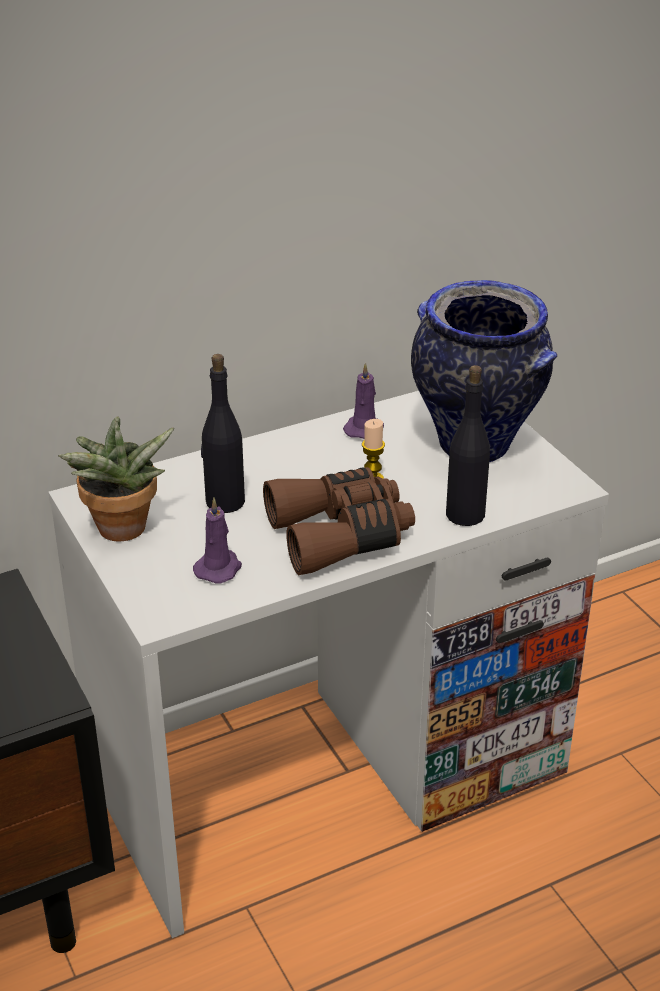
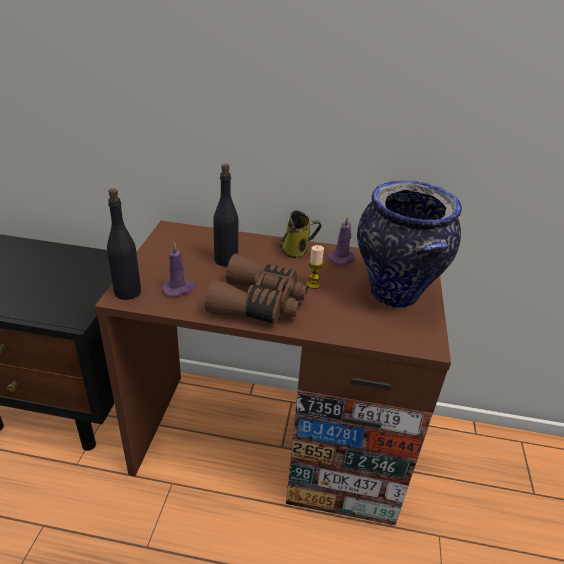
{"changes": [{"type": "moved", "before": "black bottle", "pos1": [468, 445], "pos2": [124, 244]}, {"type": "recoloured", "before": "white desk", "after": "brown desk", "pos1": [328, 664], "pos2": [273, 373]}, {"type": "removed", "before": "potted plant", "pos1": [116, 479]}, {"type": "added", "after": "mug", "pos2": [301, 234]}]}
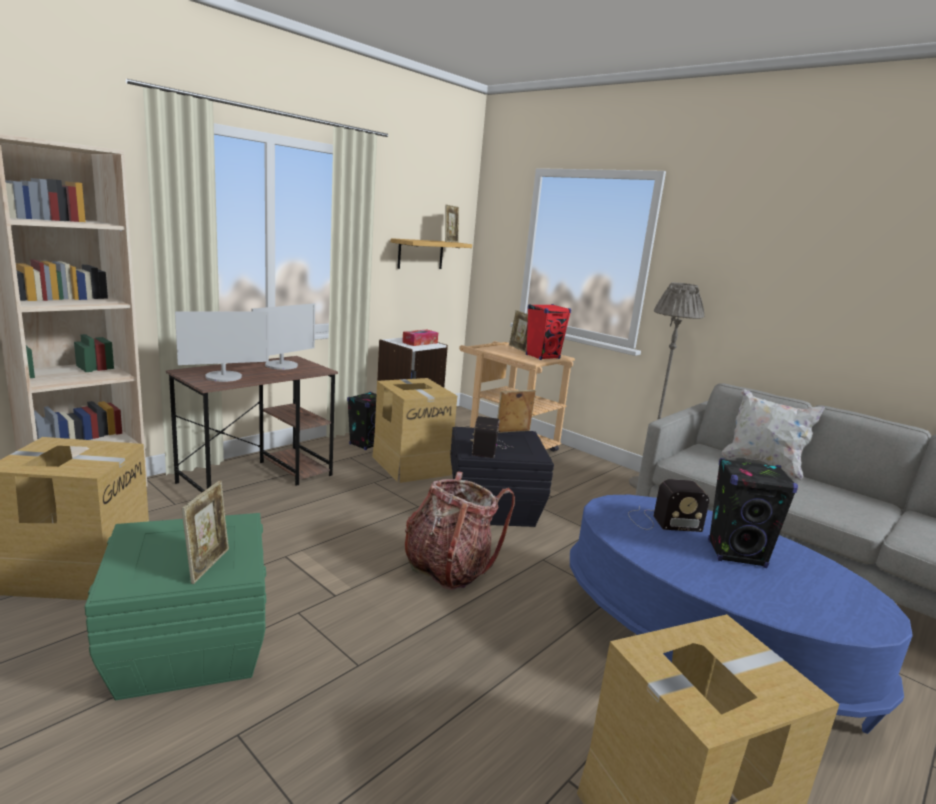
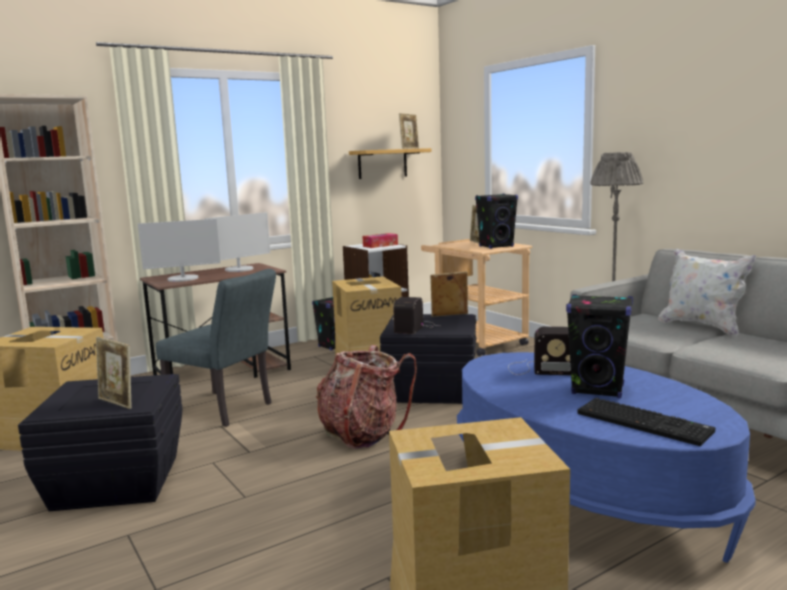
{"changes": [{"type": "recoloured", "before": "red speaker", "after": "black speaker", "pos1": [548, 332], "pos2": [496, 221]}, {"type": "turned", "before": "picture frame", "pos1": [205, 532], "pos2": [114, 373], "turn": 105}, {"type": "recoloured", "before": "green storage box", "after": "black storage box", "pos1": [175, 606], "pos2": [100, 442]}, {"type": "added", "after": "grey chair", "pos2": [216, 348]}, {"type": "added", "after": "keyboard", "pos2": [646, 422]}]}
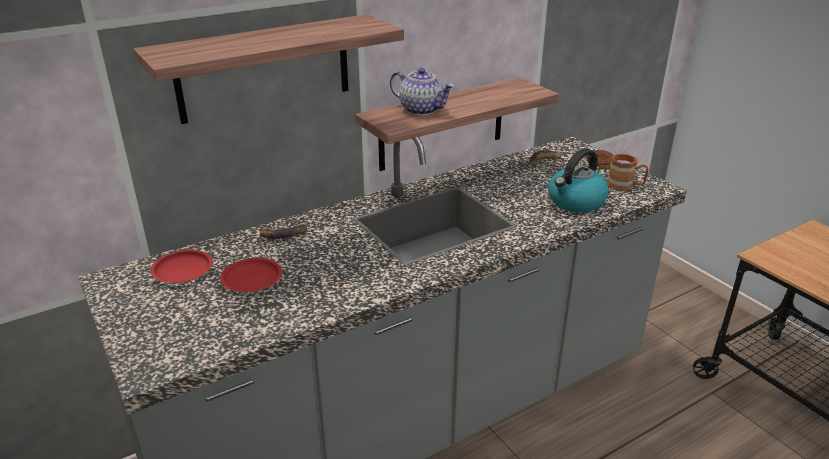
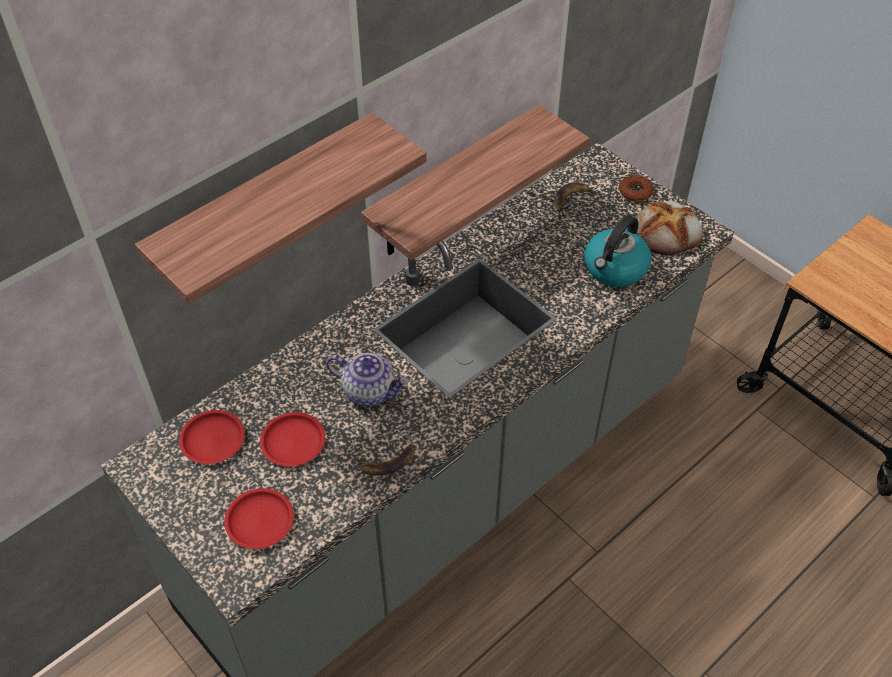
{"changes": [{"type": "moved", "before": "teapot", "pos1": [422, 91], "pos2": [368, 380]}, {"type": "replaced", "before": "brown mug", "after": "bread", "pos1": [628, 172], "pos2": [669, 228]}, {"type": "moved", "before": "banana", "pos1": [283, 231], "pos2": [384, 460]}, {"type": "added", "after": "red plate", "pos2": [259, 518]}]}
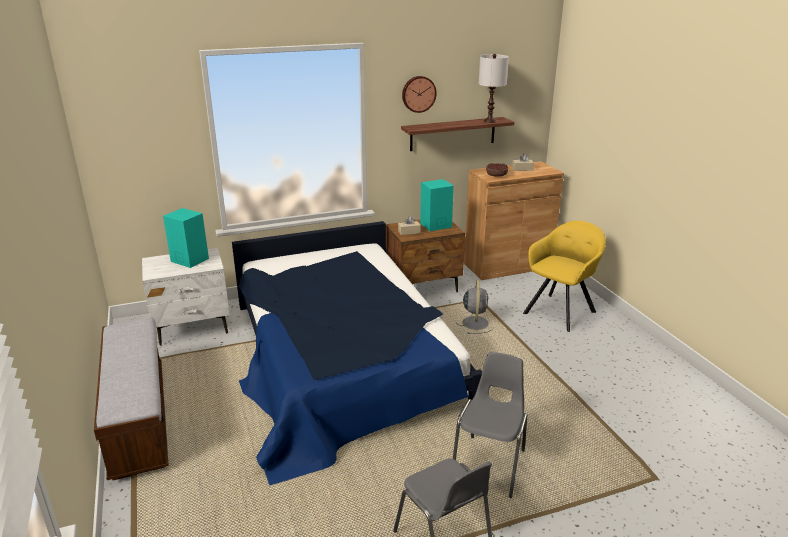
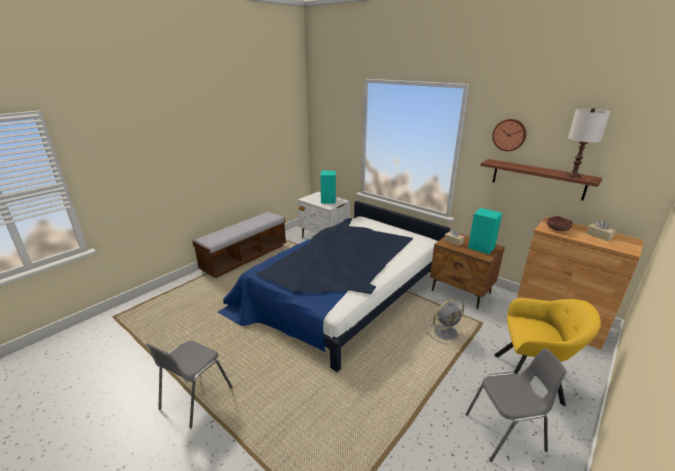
{"changes": [{"type": "moved", "before": "grey chair", "pos1": [490, 425], "pos2": [516, 405]}]}
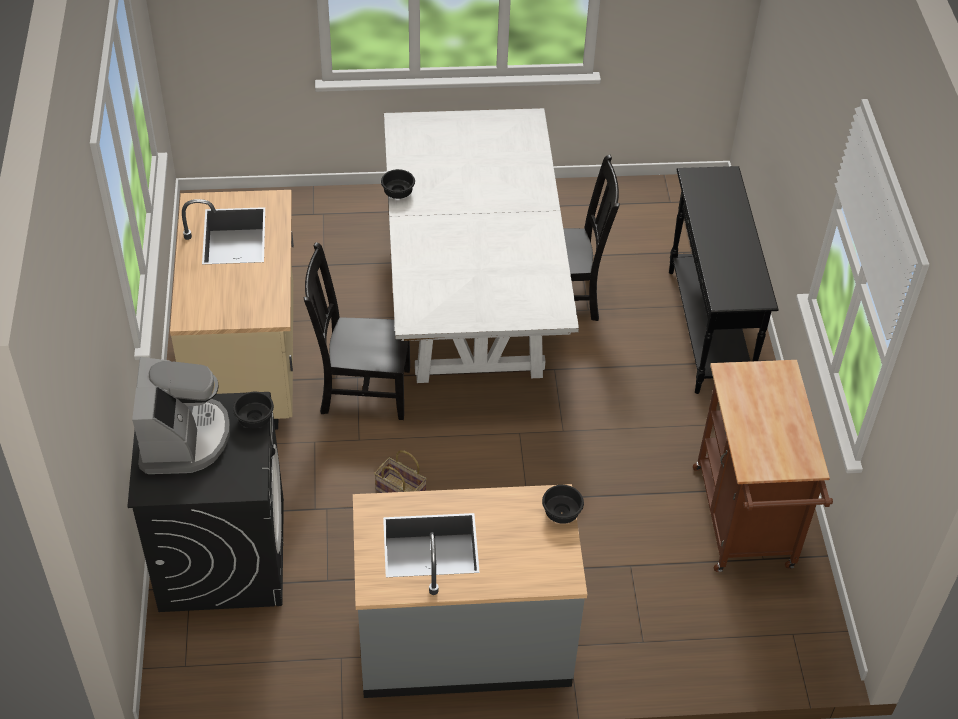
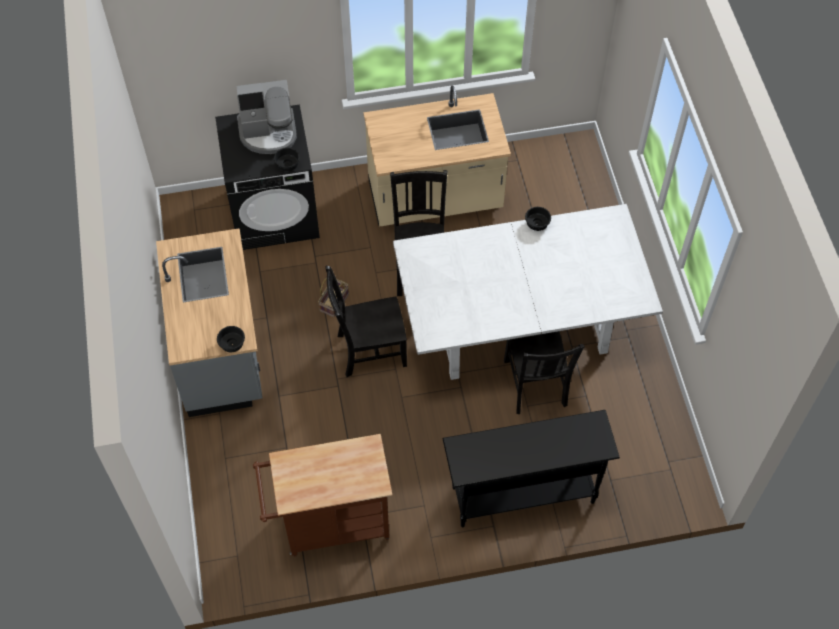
{"changes": [{"type": "added", "after": "black chair", "pos2": [366, 321]}]}
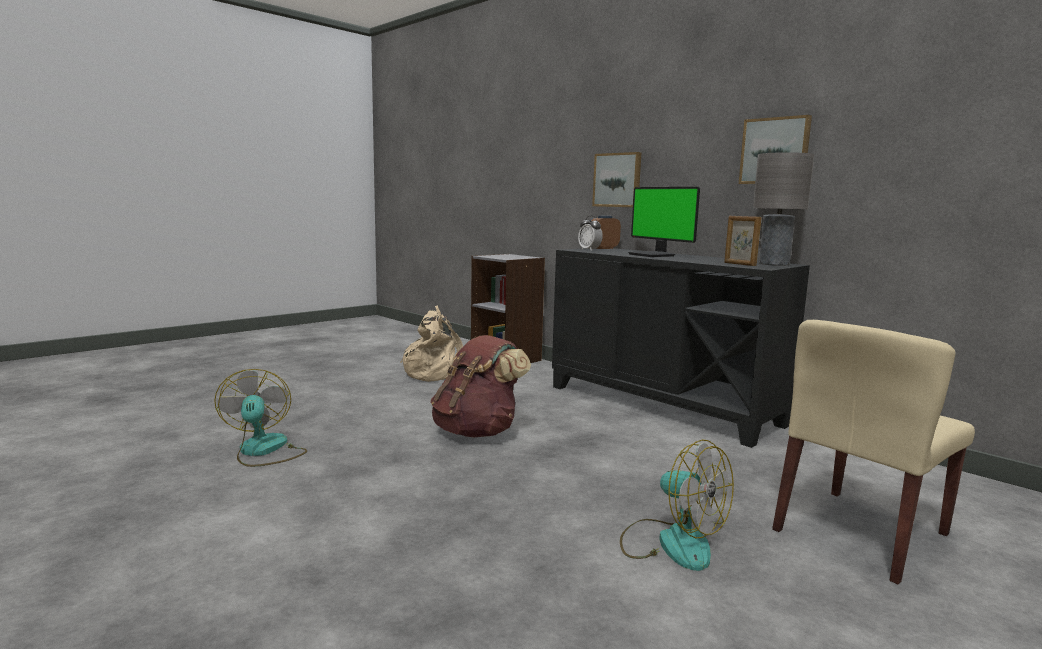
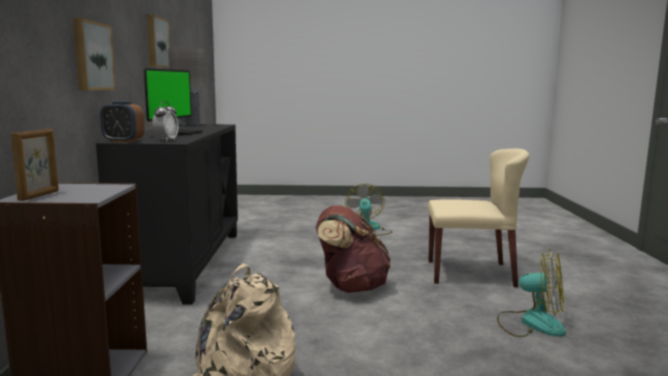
{"changes": [{"type": "moved", "before": "picture frame", "pos1": [743, 241], "pos2": [35, 165]}, {"type": "moved", "before": "beige chair", "pos1": [873, 452], "pos2": [478, 218]}, {"type": "turned", "before": "fan", "pos1": [260, 418], "pos2": [531, 293], "turn": -90}]}
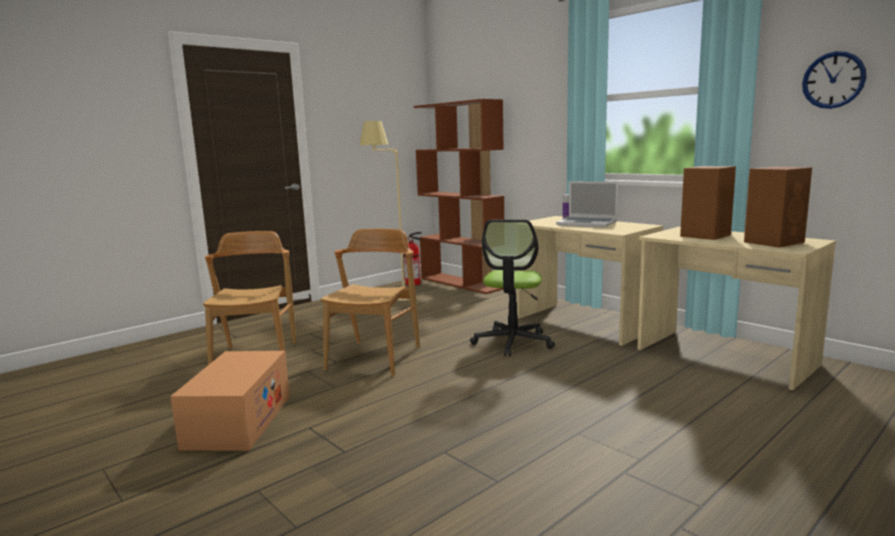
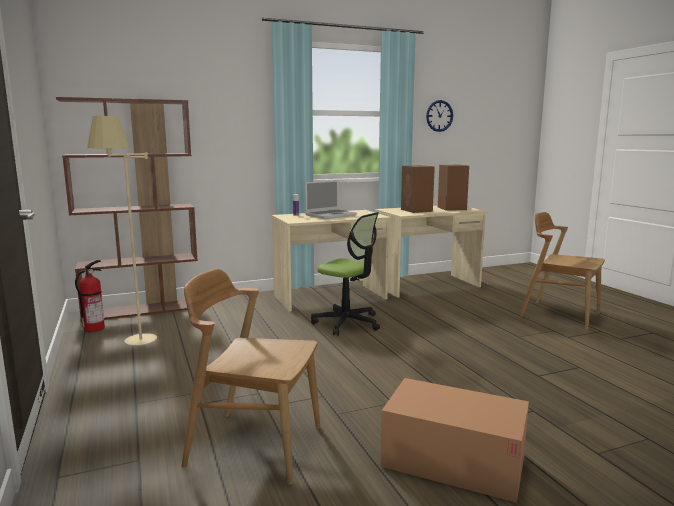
{"changes": [{"type": "moved", "before": "brown chair", "pos1": [370, 302], "pos2": [562, 270]}]}
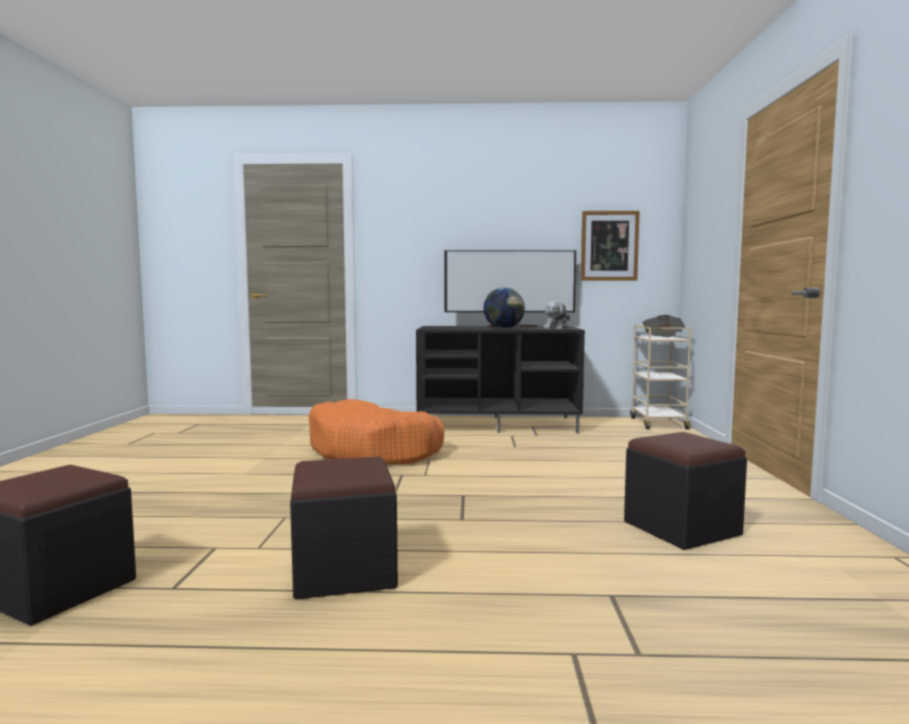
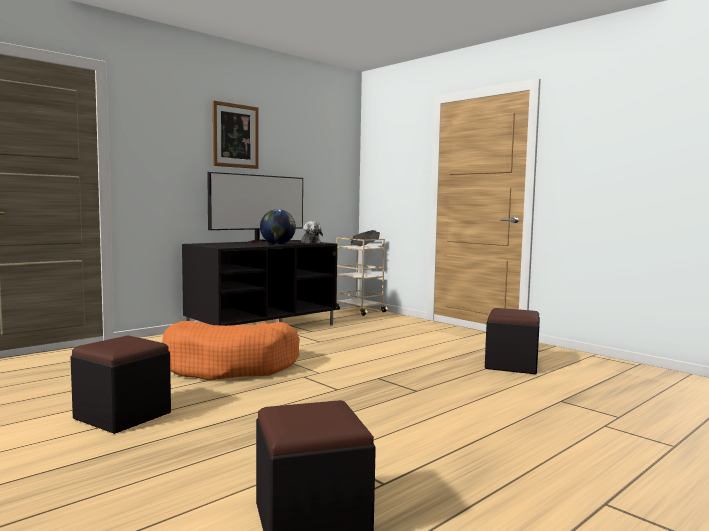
{"changes": [{"type": "moved", "before": "picture", "pos1": [610, 246], "pos2": [235, 135]}, {"type": "moved", "before": "black ottoman", "pos1": [344, 527], "pos2": [121, 385]}]}
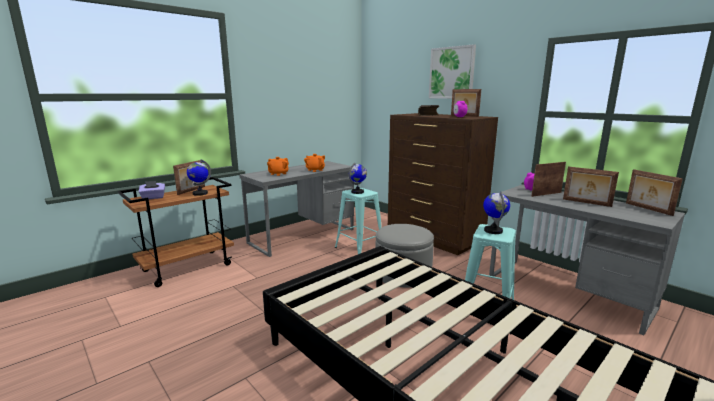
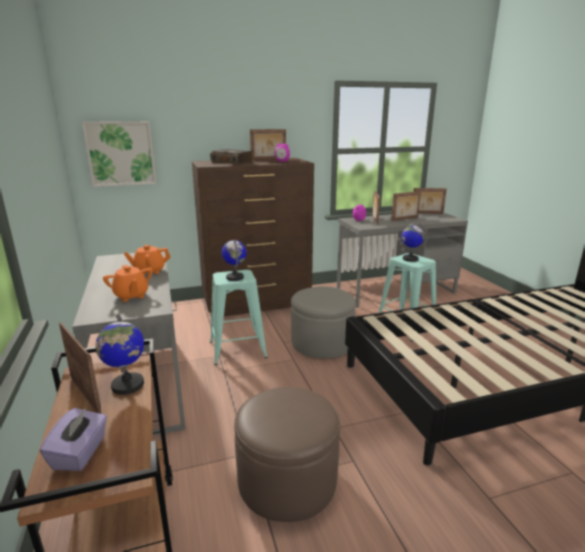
{"changes": [{"type": "moved", "before": "picture", "pos1": [452, 71], "pos2": [119, 154]}, {"type": "added", "after": "brown ottoman", "pos2": [287, 454]}]}
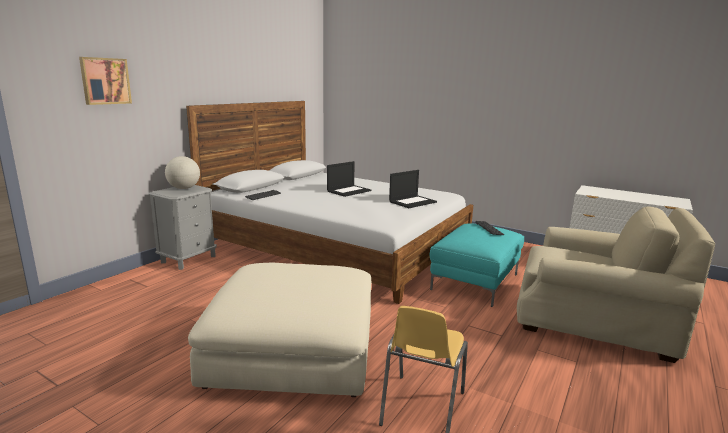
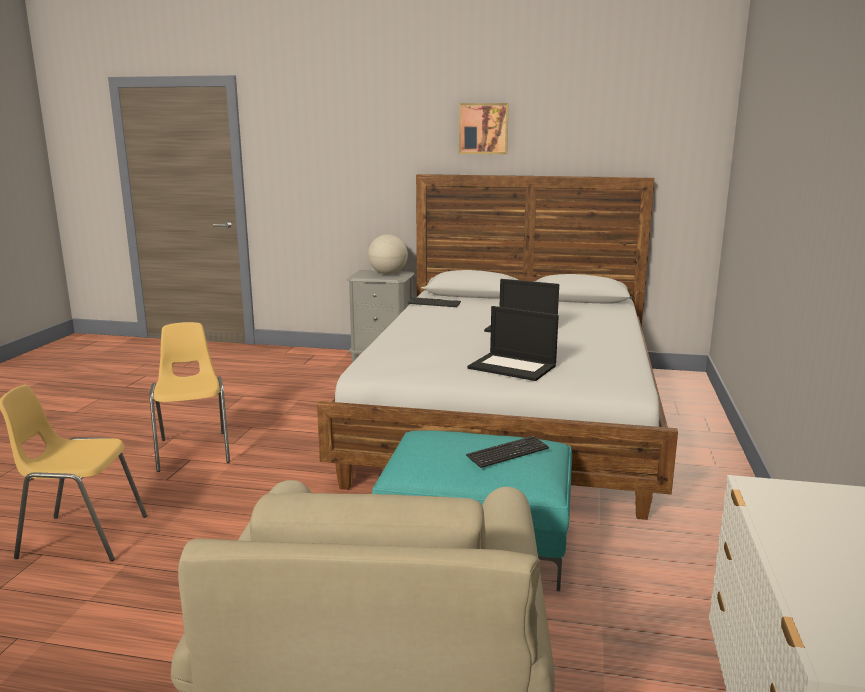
{"changes": [{"type": "moved", "before": "picture", "pos1": [105, 81], "pos2": [484, 128]}, {"type": "replaced", "before": "beige ottoman", "after": "yellow chair", "pos1": [279, 330], "pos2": [189, 397]}]}
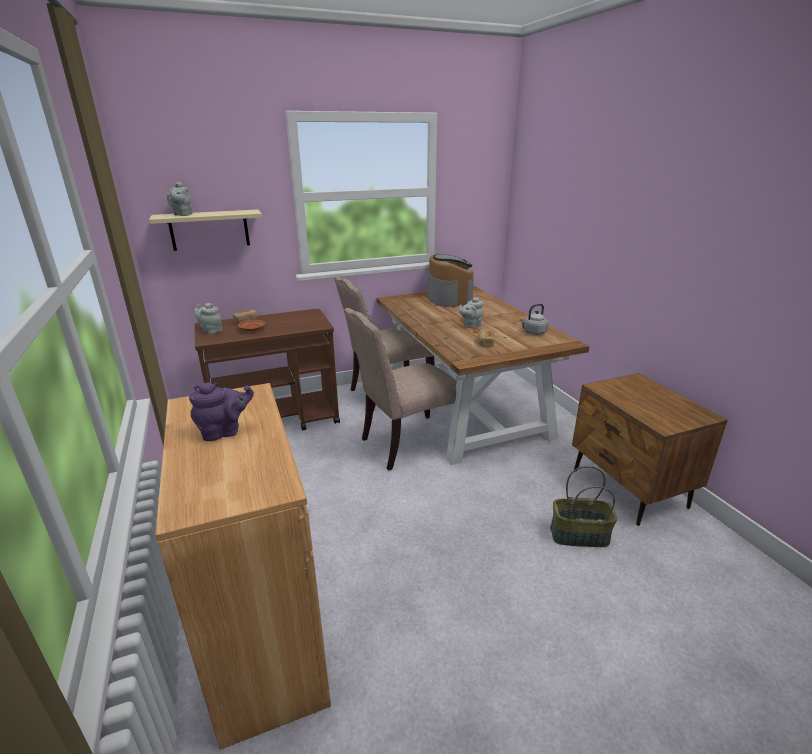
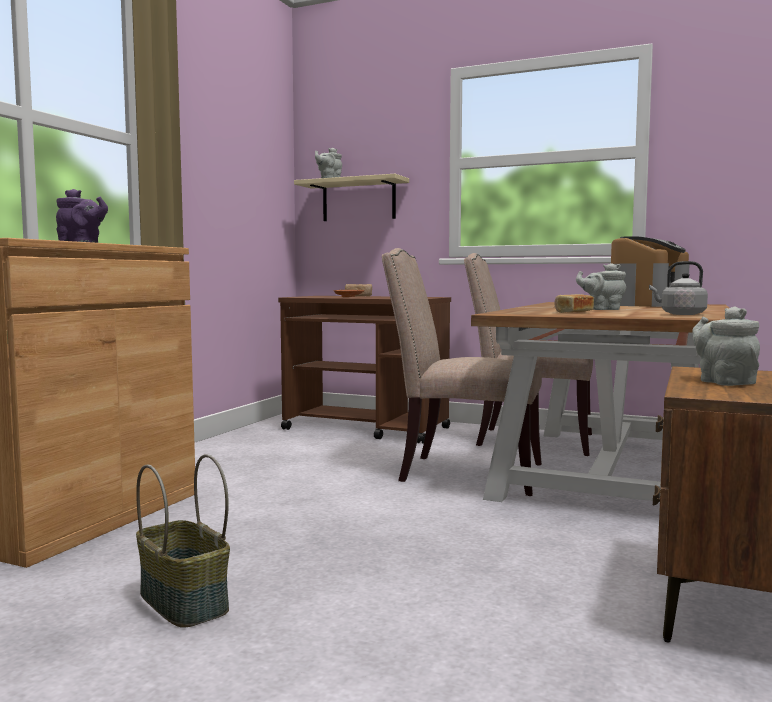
{"changes": [{"type": "moved", "before": "grey teapot", "pos1": [208, 318], "pos2": [726, 346]}, {"type": "moved", "before": "basket", "pos1": [583, 506], "pos2": [183, 541]}]}
